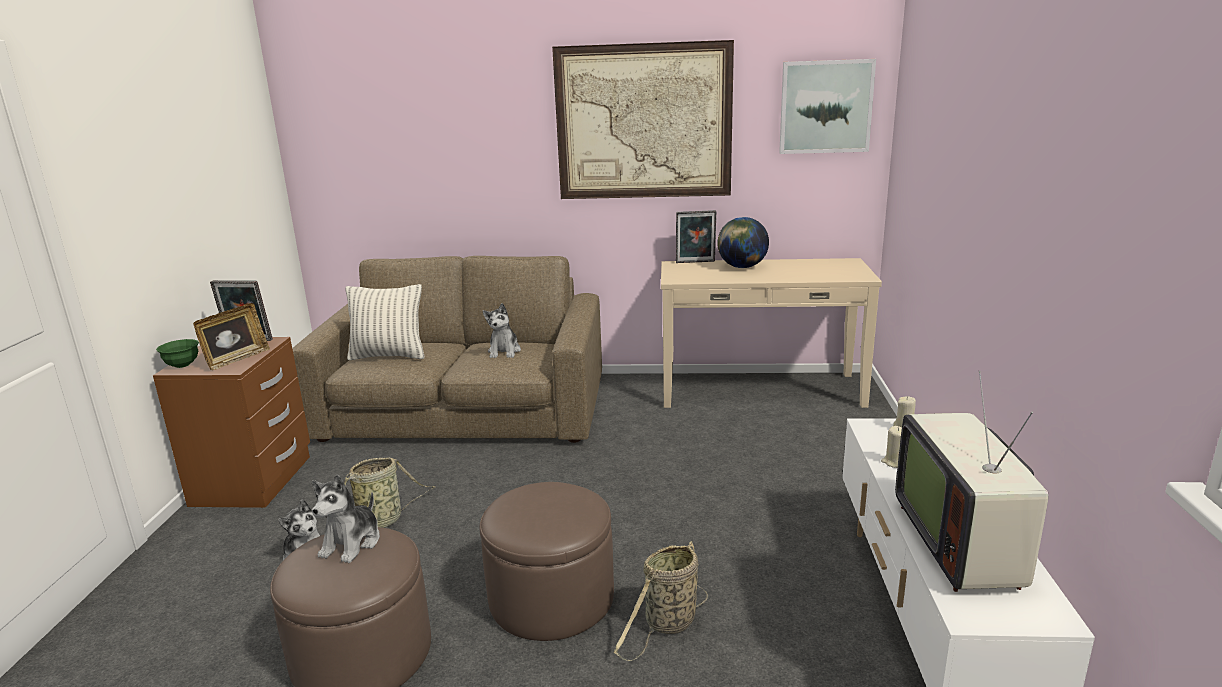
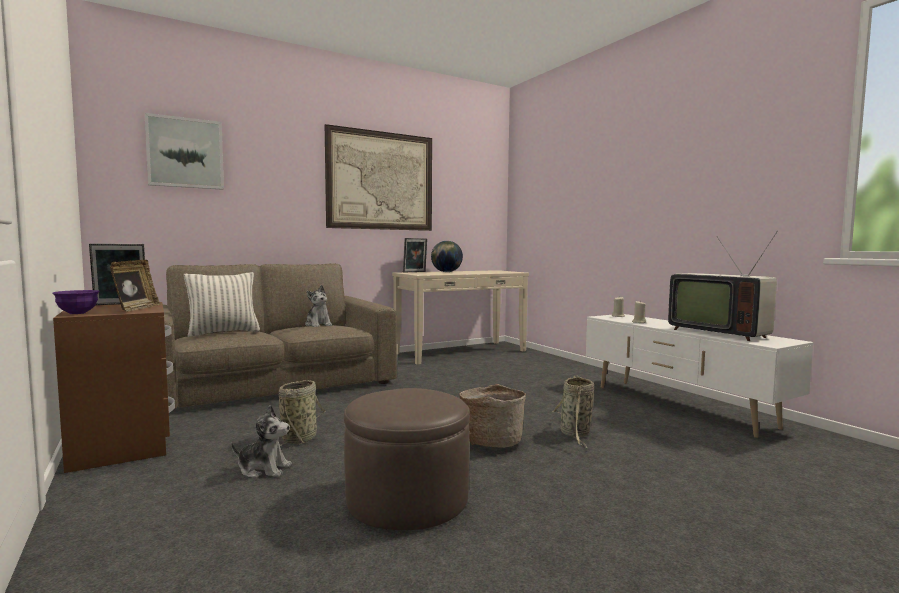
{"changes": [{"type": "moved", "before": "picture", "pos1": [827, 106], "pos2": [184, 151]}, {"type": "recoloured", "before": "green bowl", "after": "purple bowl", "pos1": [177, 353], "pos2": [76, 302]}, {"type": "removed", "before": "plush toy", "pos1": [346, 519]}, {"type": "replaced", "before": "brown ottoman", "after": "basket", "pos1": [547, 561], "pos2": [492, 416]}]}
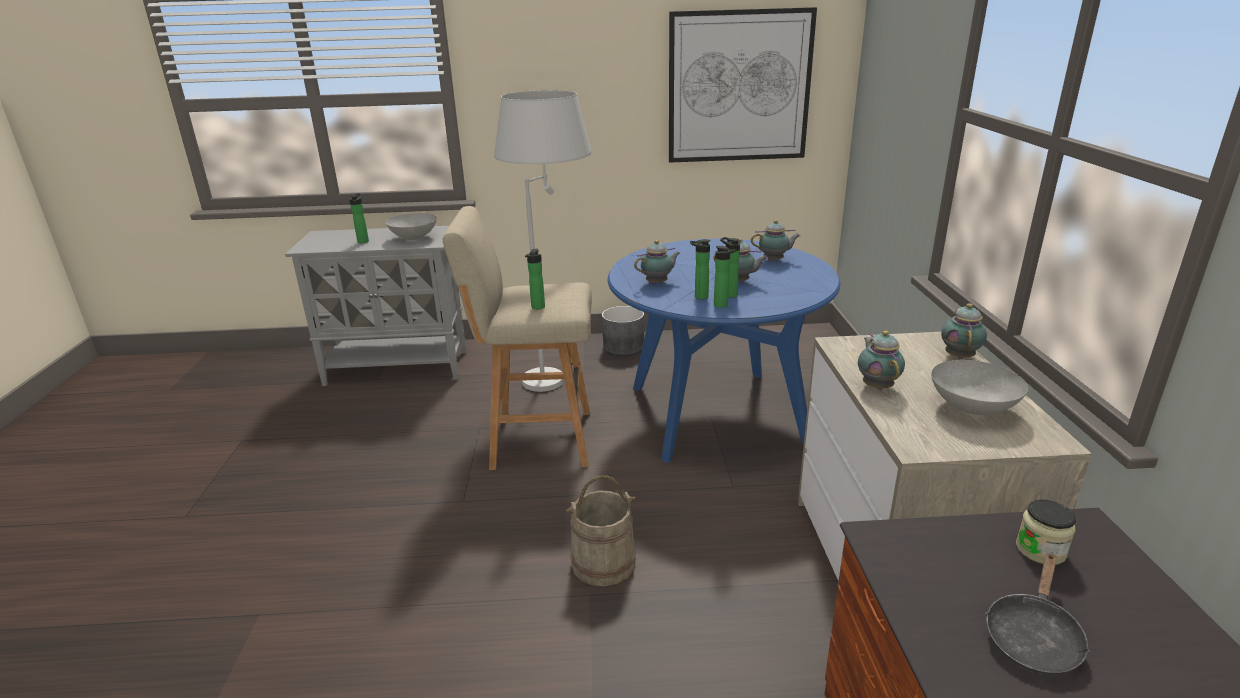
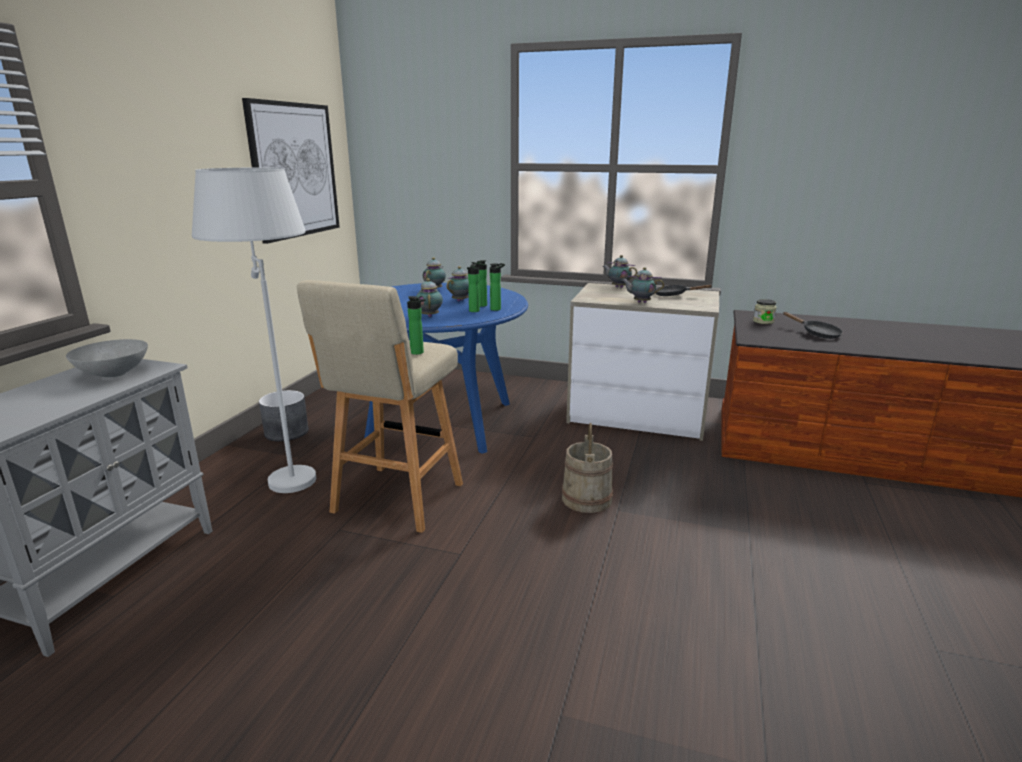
{"changes": [{"type": "removed", "before": "bottle", "pos1": [359, 218]}, {"type": "replaced", "before": "grey bowl", "after": "black frying pan", "pos1": [979, 387], "pos2": [684, 290]}]}
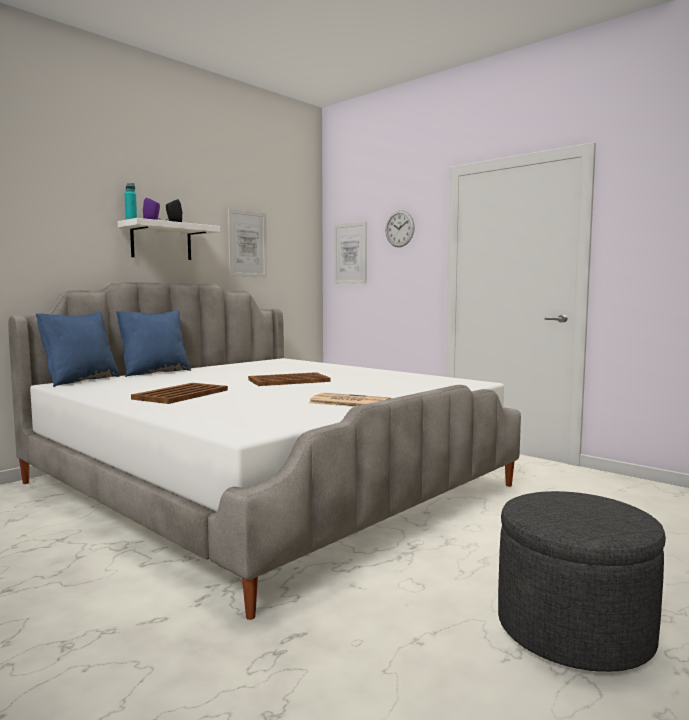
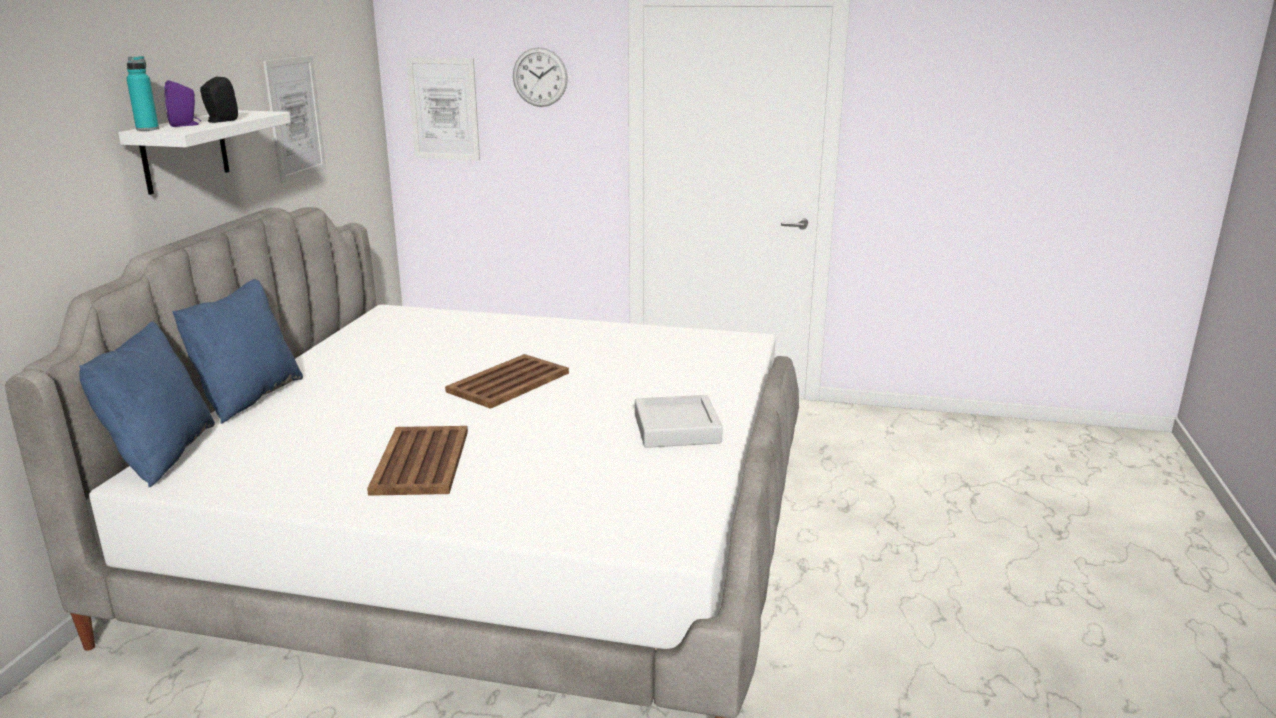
{"changes": [{"type": "replaced", "before": "newspaper", "after": "grey tray", "pos1": [350, 400], "pos2": [679, 421]}, {"type": "removed", "before": "grey ottoman", "pos1": [582, 581]}]}
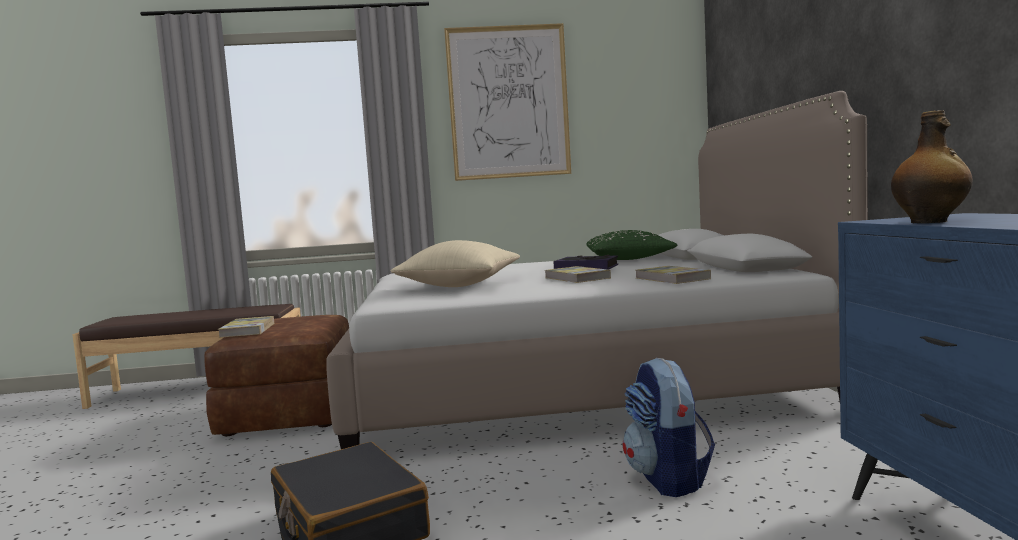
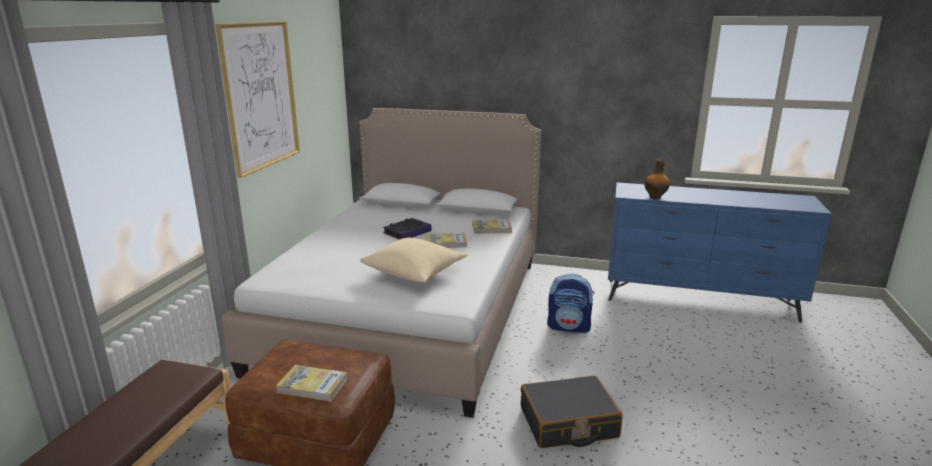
{"changes": [{"type": "removed", "before": "green pillow", "pos1": [632, 245]}]}
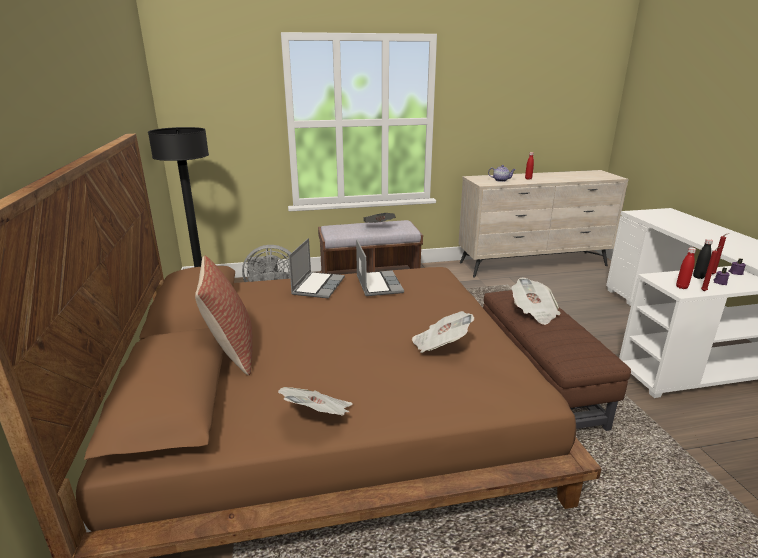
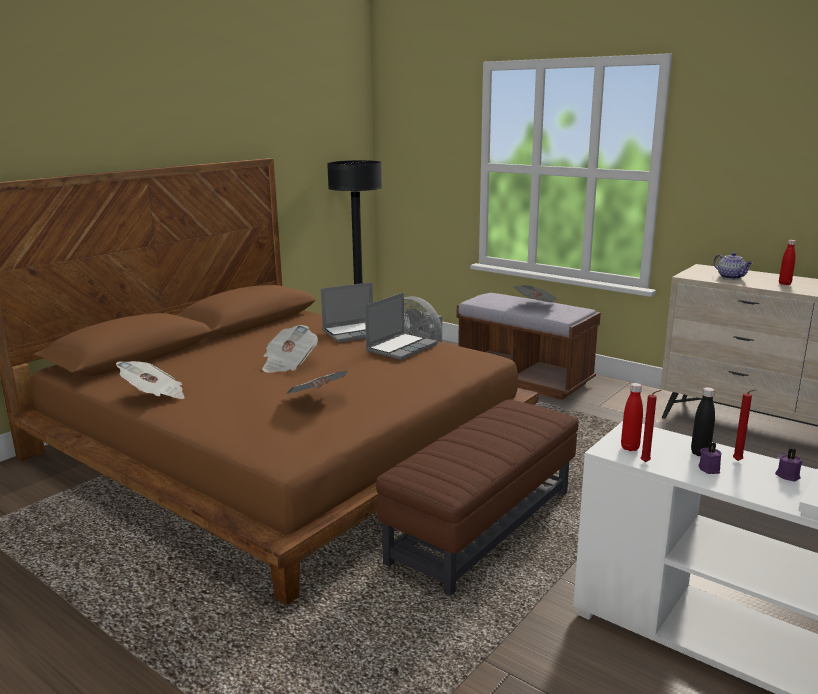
{"changes": [{"type": "removed", "before": "pillow", "pos1": [224, 316]}, {"type": "moved", "before": "newspaper", "pos1": [536, 301], "pos2": [290, 349]}]}
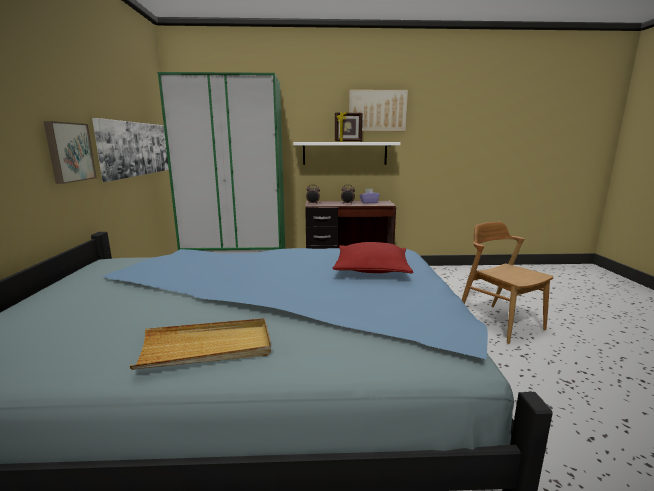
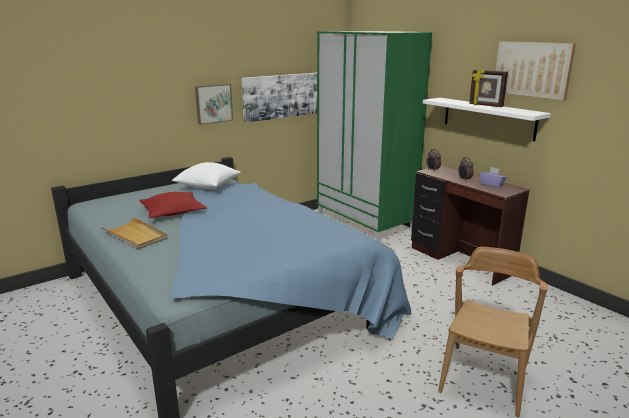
{"changes": [{"type": "moved", "before": "red pillow", "pos1": [373, 257], "pos2": [173, 205]}, {"type": "added", "after": "white pillow", "pos2": [206, 175]}]}
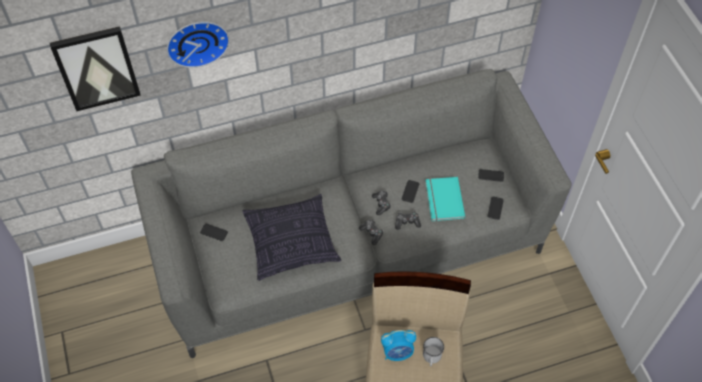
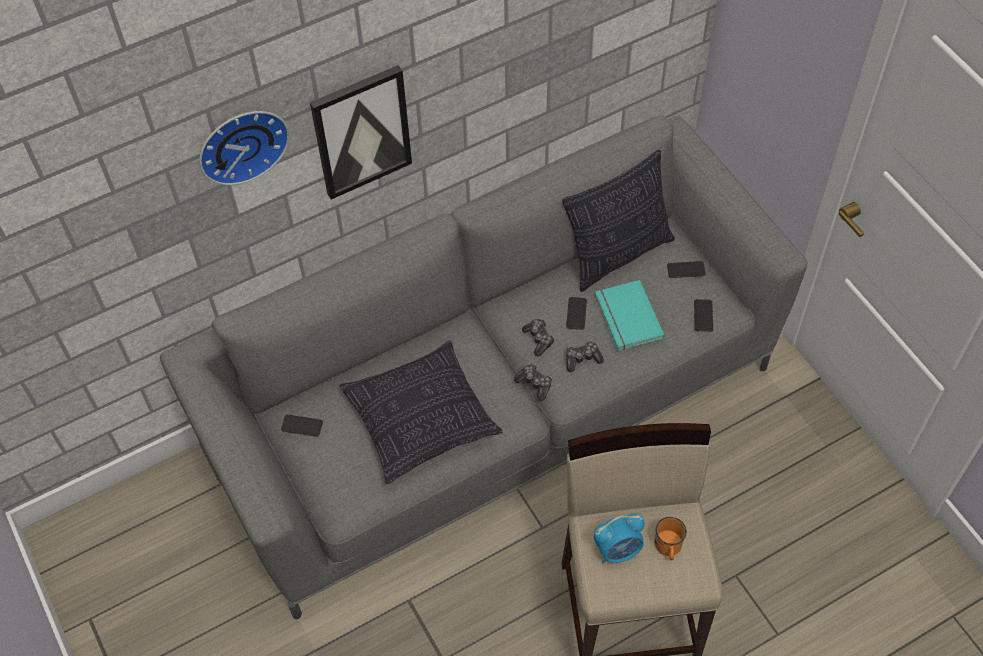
{"changes": [{"type": "moved", "before": "picture", "pos1": [95, 68], "pos2": [361, 132]}, {"type": "recoloured", "before": "white mug", "after": "orange mug", "pos1": [433, 351], "pos2": [670, 538]}, {"type": "added", "after": "pillow", "pos2": [618, 221]}]}
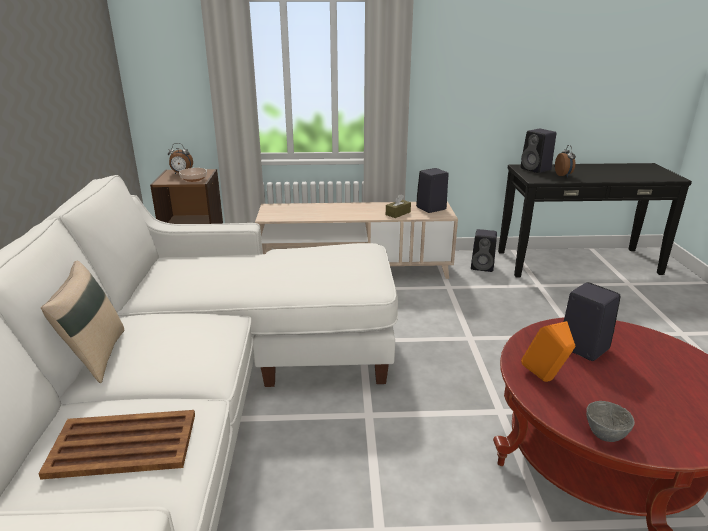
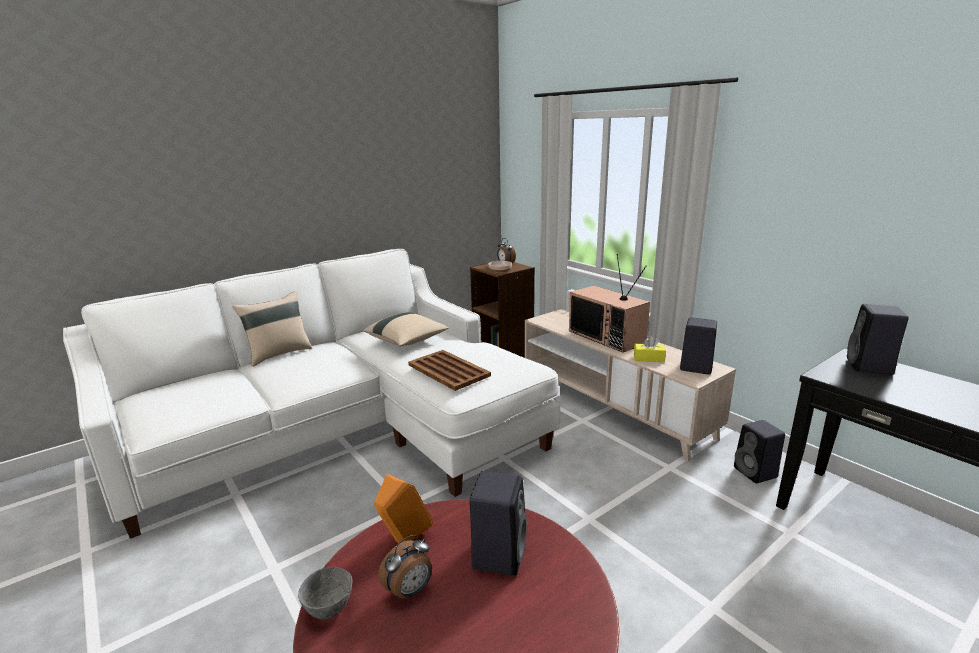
{"changes": [{"type": "moved", "before": "alarm clock", "pos1": [565, 161], "pos2": [405, 568]}, {"type": "recoloured", "before": "brown tissue box", "after": "yellow tissue box", "pos1": [398, 206], "pos2": [650, 349]}, {"type": "moved", "before": "brown tray", "pos1": [116, 445], "pos2": [449, 370]}, {"type": "added", "after": "television", "pos2": [609, 303]}, {"type": "added", "after": "beige pillow", "pos2": [406, 329]}]}
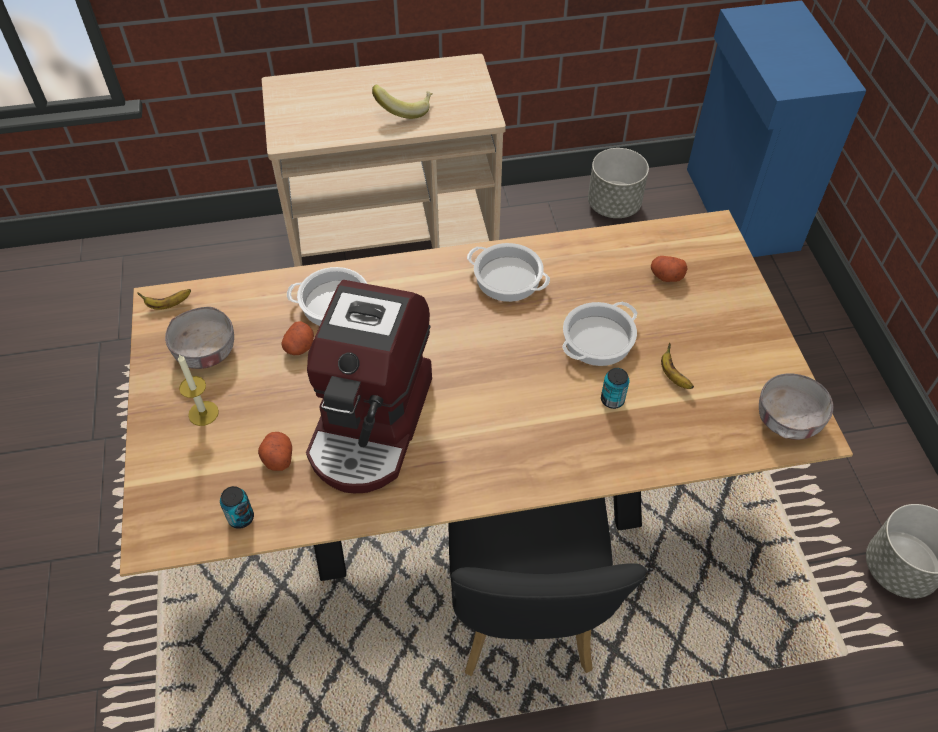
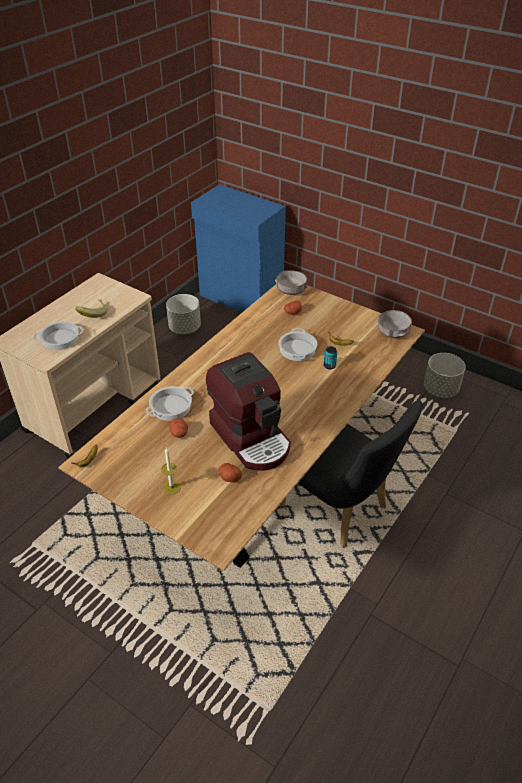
{"changes": [{"type": "moved", "before": "cooking pot", "pos1": [508, 272], "pos2": [59, 335]}, {"type": "moved", "before": "grey bowl", "pos1": [199, 338], "pos2": [291, 282]}, {"type": "removed", "before": "can", "pos1": [237, 507]}]}
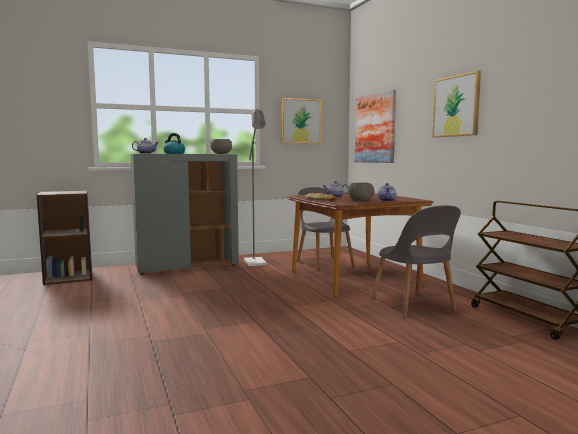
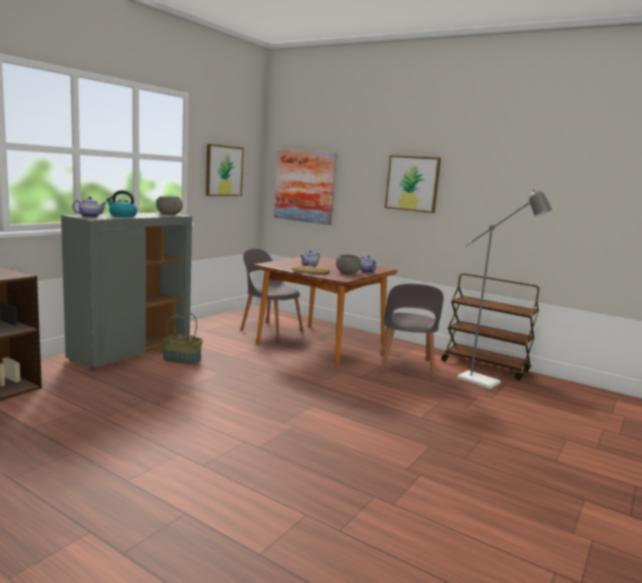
{"changes": [{"type": "moved", "before": "grey floor lamp", "pos1": [255, 187], "pos2": [504, 289]}, {"type": "turned", "before": "grey chair", "pos1": [416, 261], "pos2": [412, 331], "turn": 60}, {"type": "added", "after": "basket", "pos2": [182, 337]}]}
